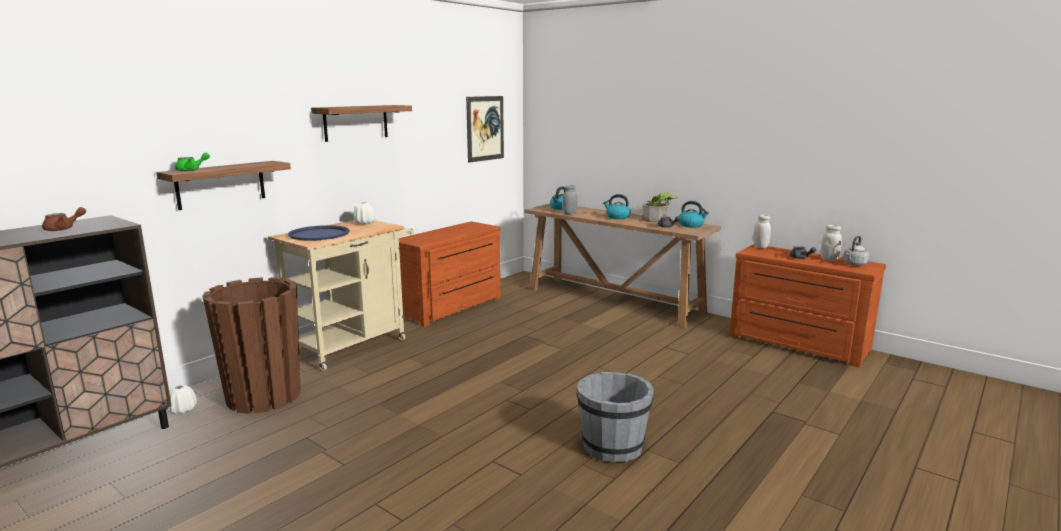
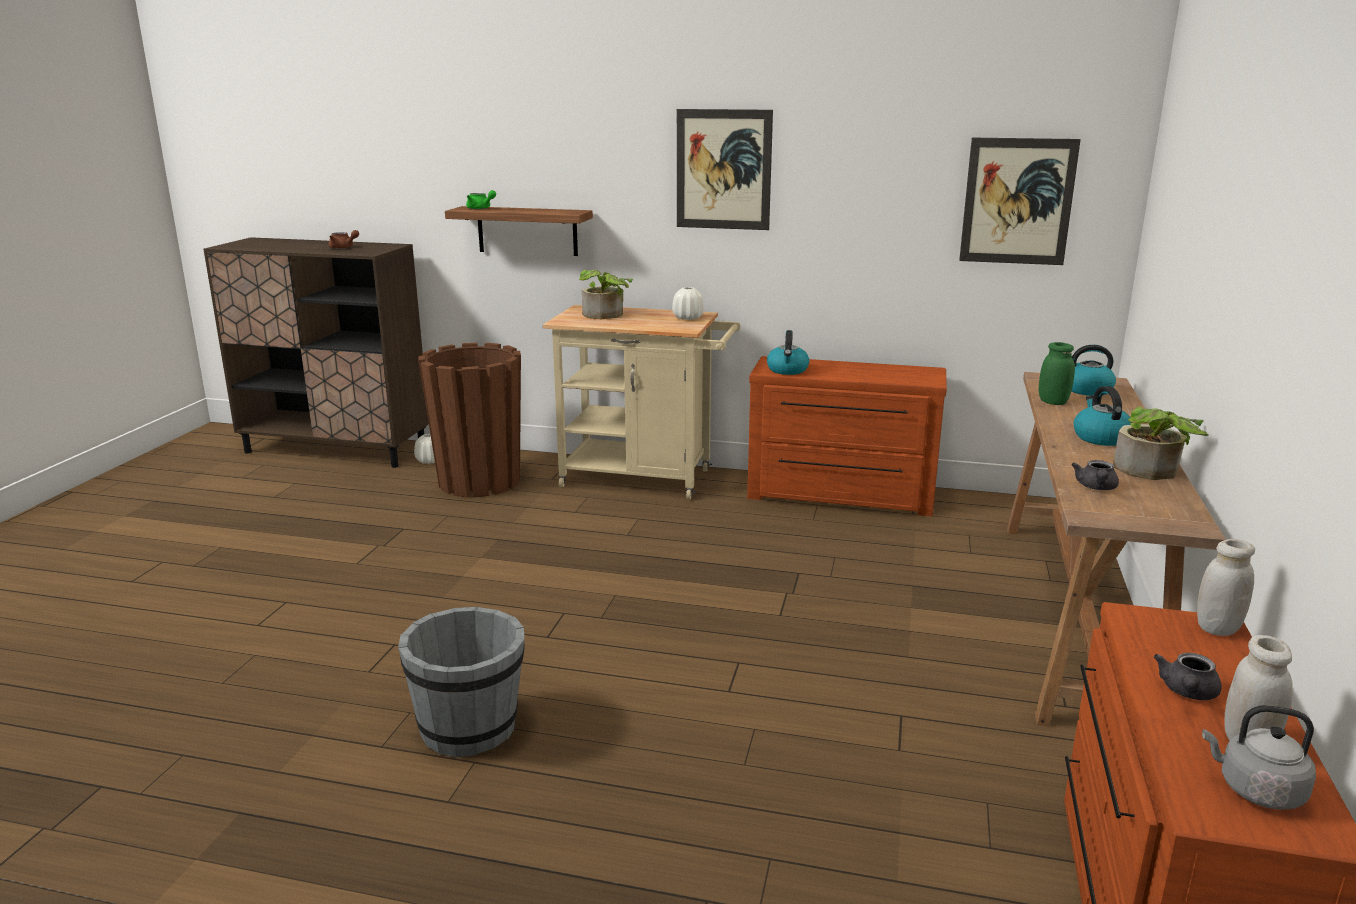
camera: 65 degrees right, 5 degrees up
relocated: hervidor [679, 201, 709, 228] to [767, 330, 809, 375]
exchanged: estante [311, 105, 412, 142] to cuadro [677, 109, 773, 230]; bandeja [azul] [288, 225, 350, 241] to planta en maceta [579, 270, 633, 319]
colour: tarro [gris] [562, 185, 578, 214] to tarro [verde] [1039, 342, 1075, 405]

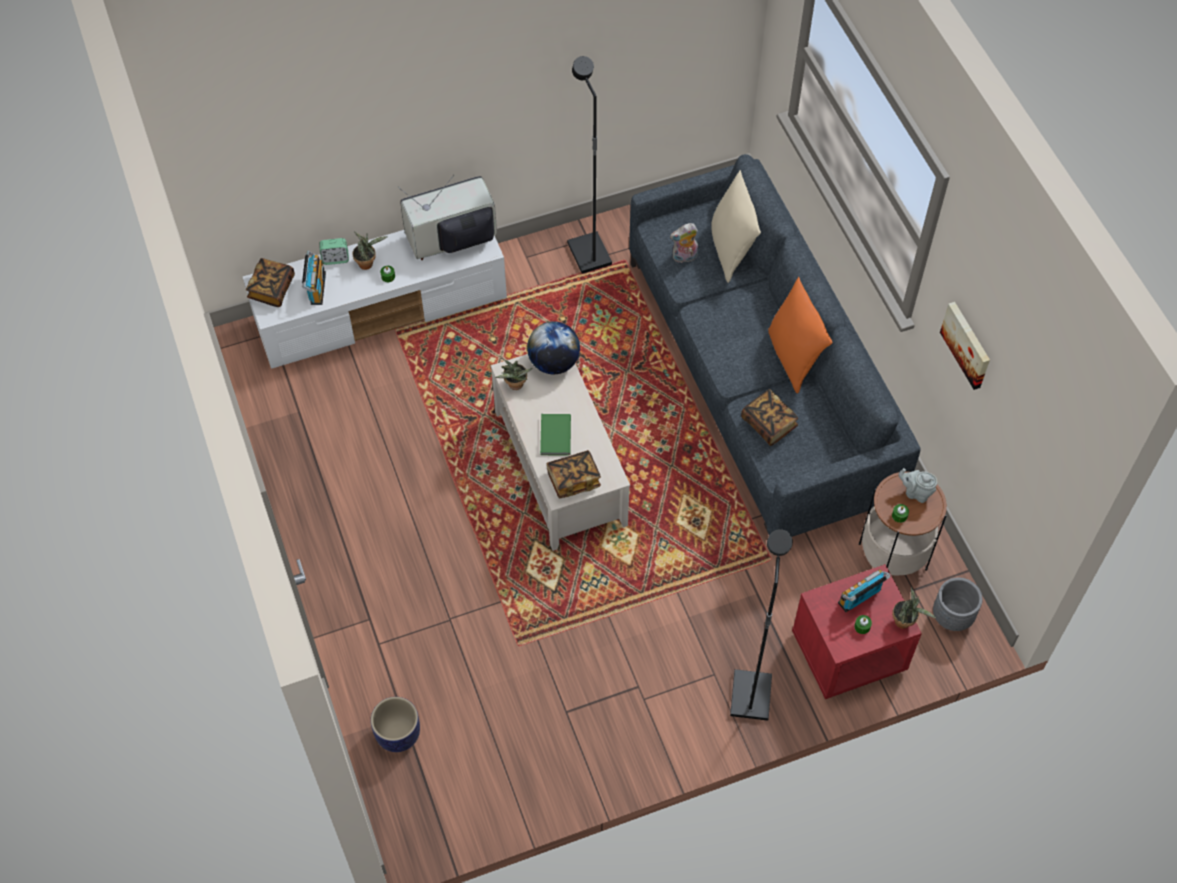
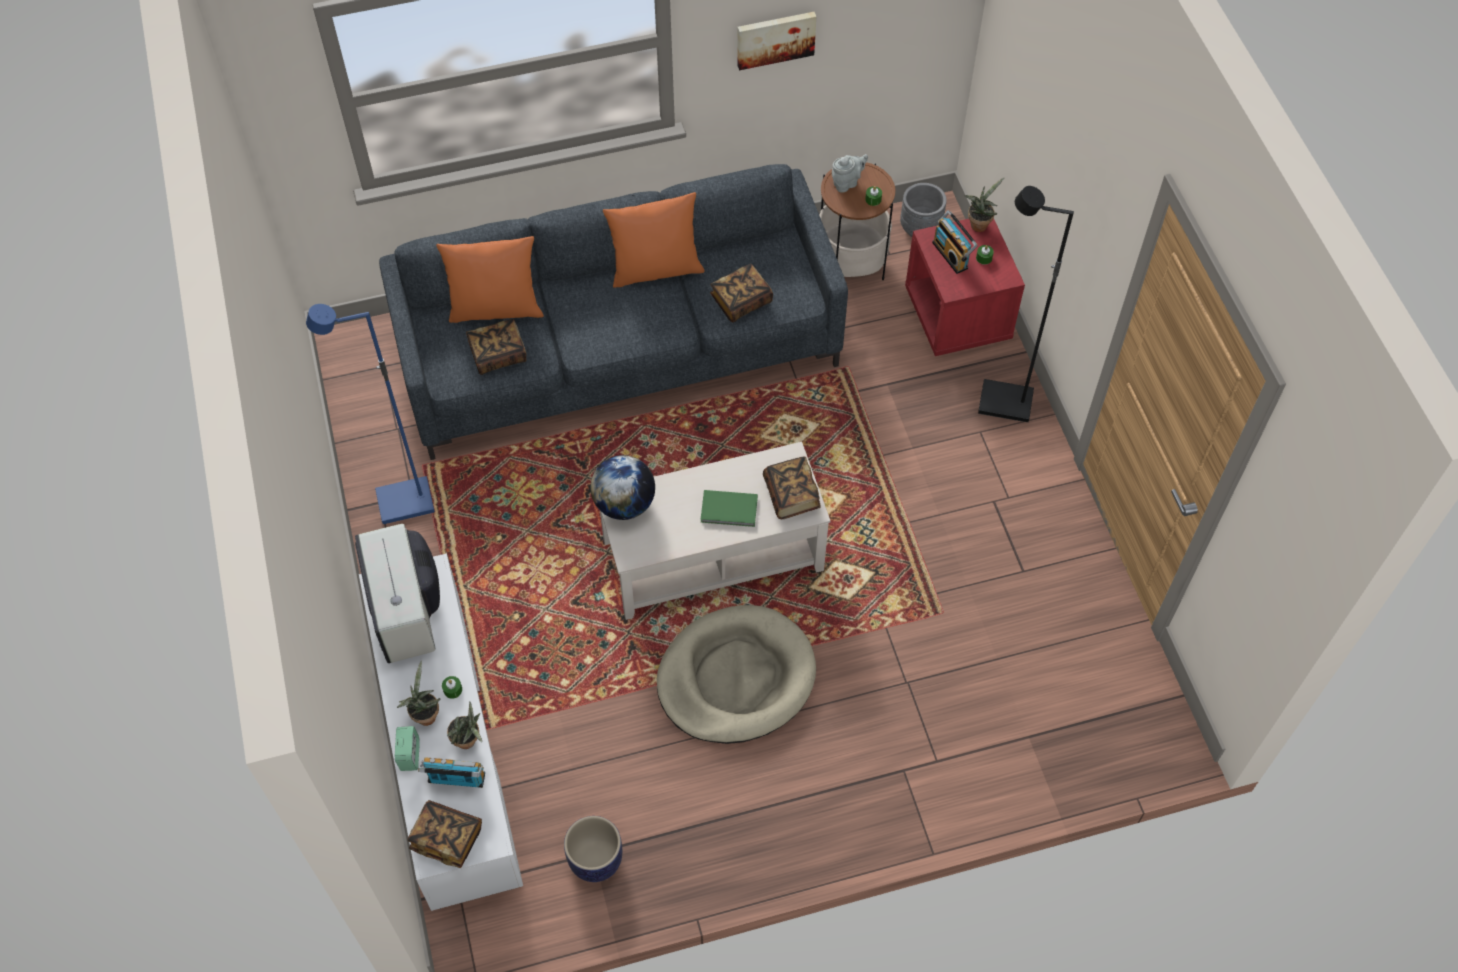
camera: 85 degrees left, 0 degrees up
appeared: cama para perro [beis] [657, 605, 816, 744]
relocated: planta en maceta [495, 360, 532, 390] to [447, 701, 482, 749]; maceta [371, 697, 420, 752] to [564, 816, 622, 882]
exchanged: peluche [670, 223, 698, 263] to libro [466, 319, 527, 375]
colour: lámpara de pie [negro] [567, 56, 612, 274] to lámpara de pie [azul] [306, 304, 435, 524]; cojín [beis] [711, 170, 761, 283] to cojín [naranja] [436, 236, 544, 323]
spun: tetera [gris] [898, 468, 937, 503] = [832, 154, 868, 193] 150 degrees counterclockwise

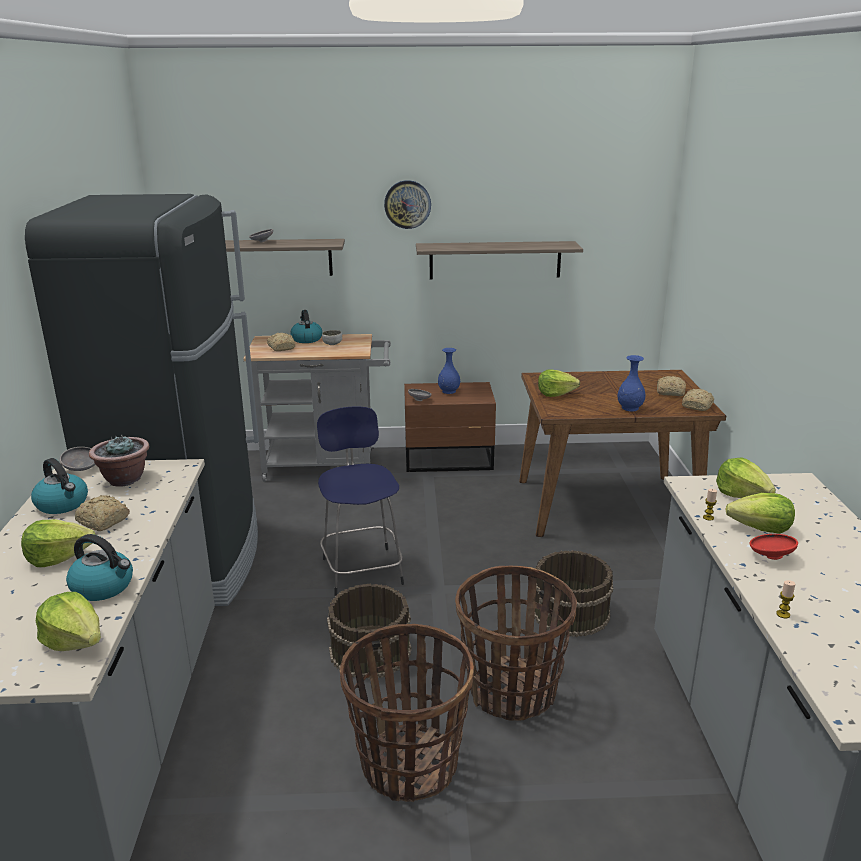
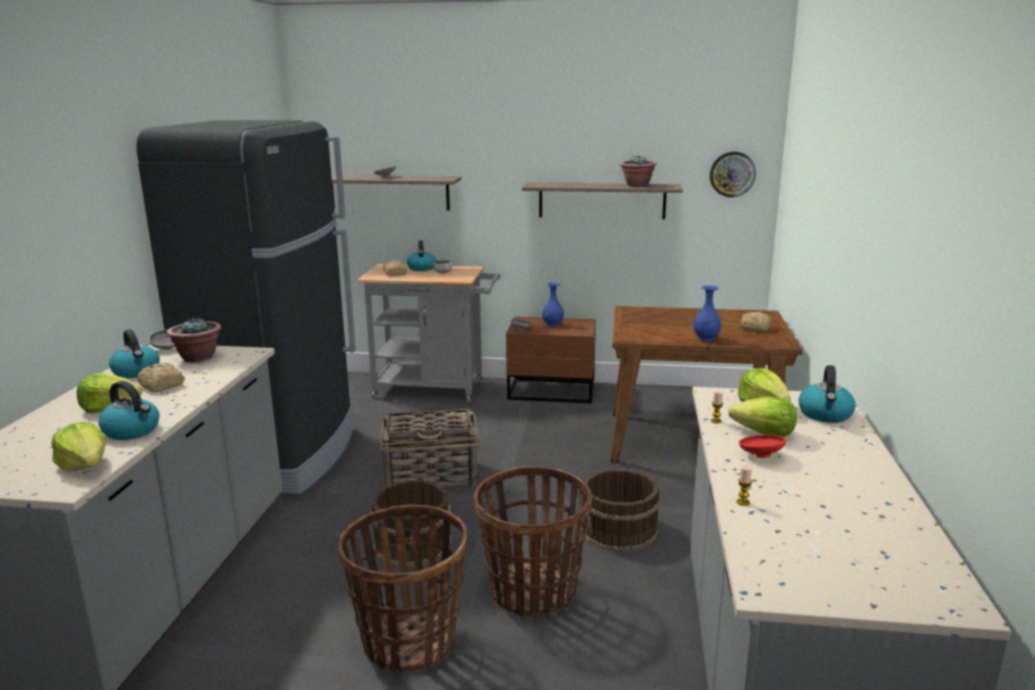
camera: 10 degrees right, 5 degrees down
missing: lechuga [538, 369, 580, 397]; pan [682, 389, 714, 411]
appeared: planta en maceta [620, 155, 657, 187]; hervidor [798, 365, 856, 423]
relocated: reloj de pared [384, 180, 431, 229] to [710, 152, 756, 197]
exchanged: taburete [azul] [317, 407, 404, 596] to cesta [380, 409, 480, 487]

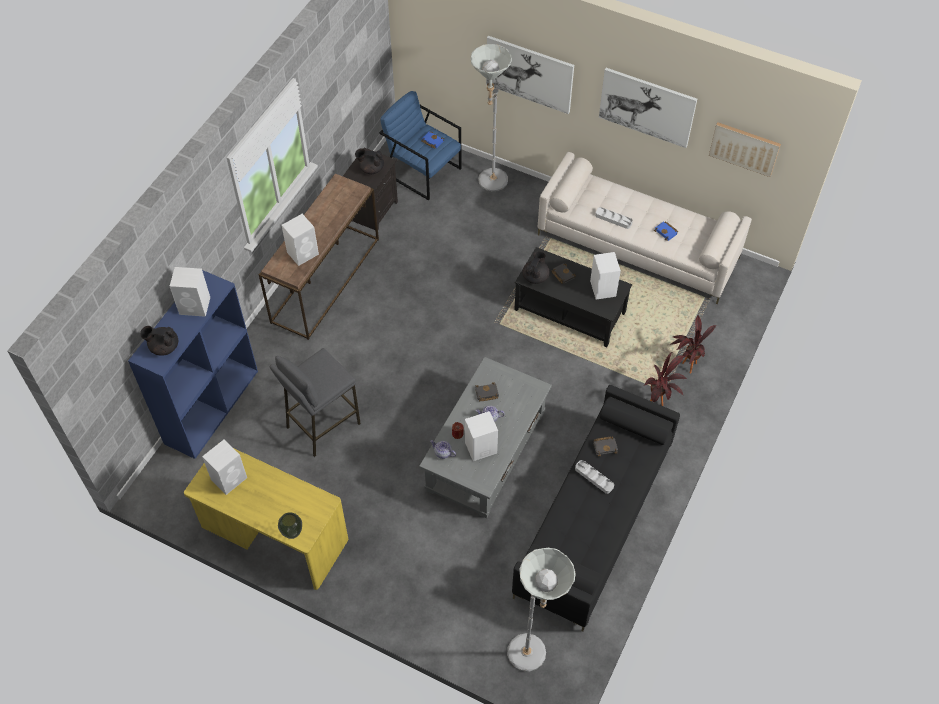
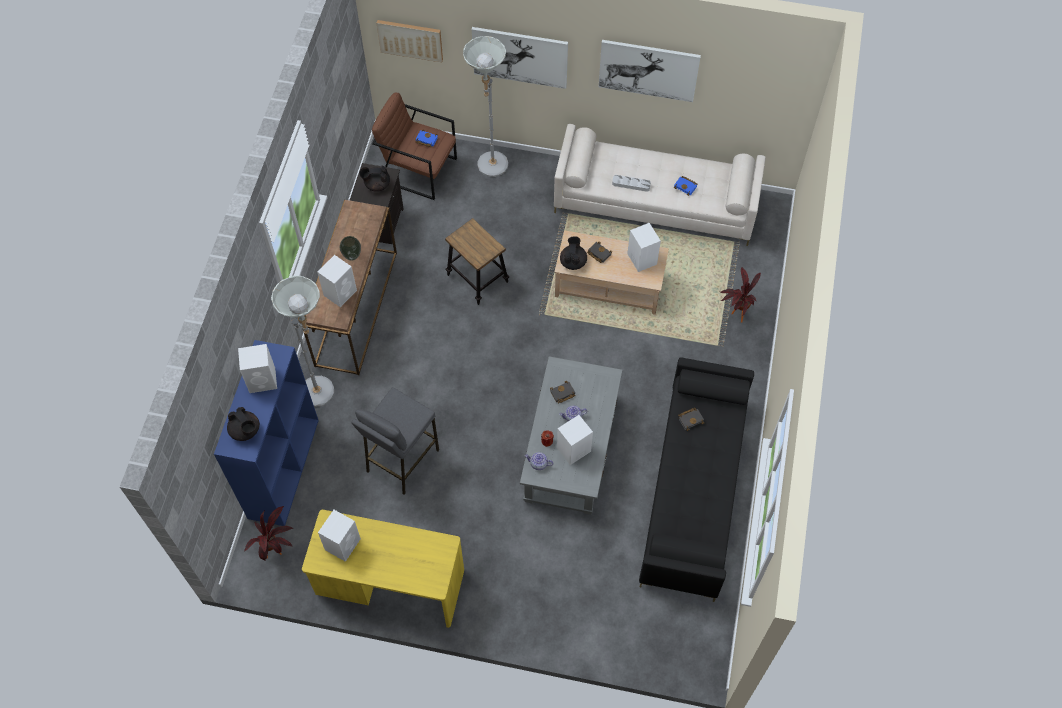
camera: 15 degrees left, 5 degrees up
missing: bandeja [gris] [575, 460, 614, 494]
appeared: taburete [445, 218, 509, 305]
relocated: cuadro [709, 122, 781, 177] to [376, 20, 443, 62]; planta en maceta [643, 352, 688, 406] to [244, 506, 294, 560]; florero [278, 512, 302, 539] to [340, 236, 361, 261]; lámpara de pie [gris] [507, 548, 576, 672] to [271, 276, 334, 407]
colour: sillón [azul] [379, 91, 462, 200] to sillón [marrón] [372, 93, 457, 200]; mesa de centro [negro] [514, 247, 632, 347] to mesa de centro [beis] [554, 230, 669, 315]
spun: tetera [negro] [140, 326, 178, 356] = [227, 407, 260, 441] 120 degrees counterclockwise

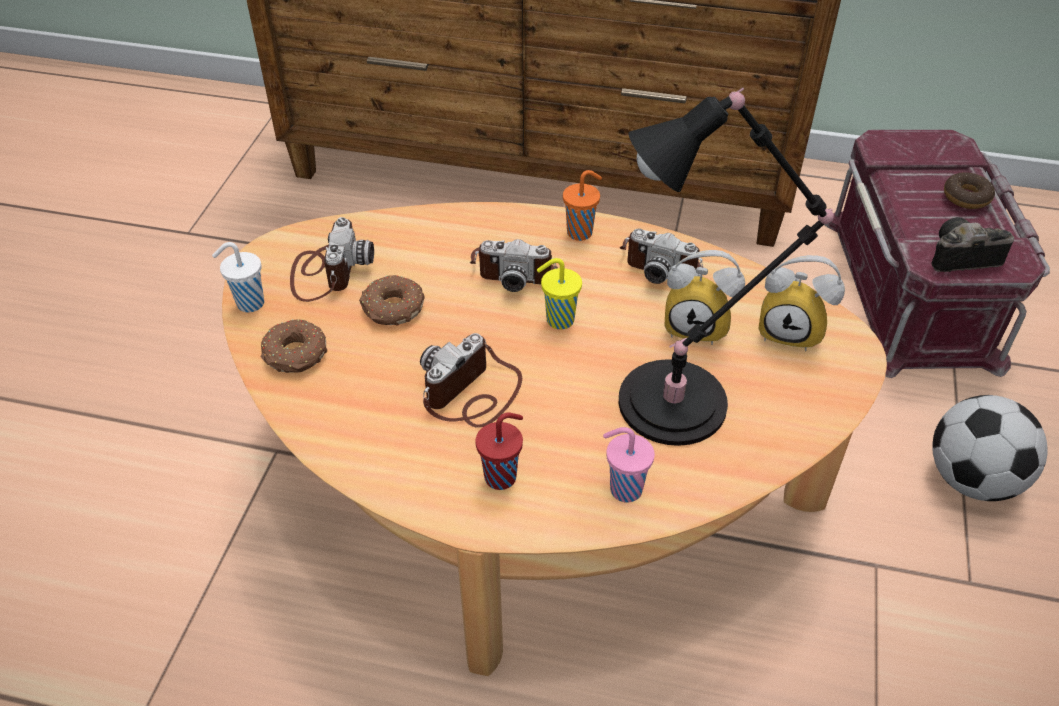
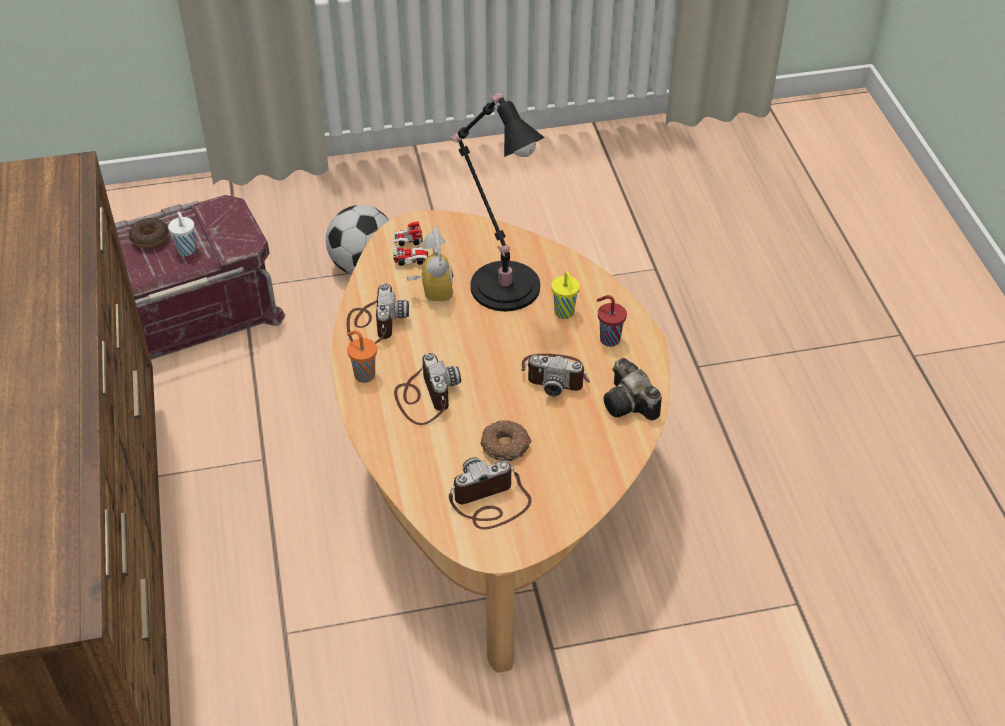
camera: 115 degrees left, 0 degrees up
missing: rosquilla [260, 319, 327, 373]; taza [rosa] [603, 427, 655, 502]
relocated: cámara [931, 217, 1014, 272] to [604, 358, 662, 421]; taza [blanco] [212, 242, 264, 312] to [168, 212, 196, 256]; taza [amarillo] [537, 258, 582, 329] to [551, 271, 580, 319]
exchanged: despertador [758, 255, 845, 351] to coche de juguete [393, 221, 428, 266]

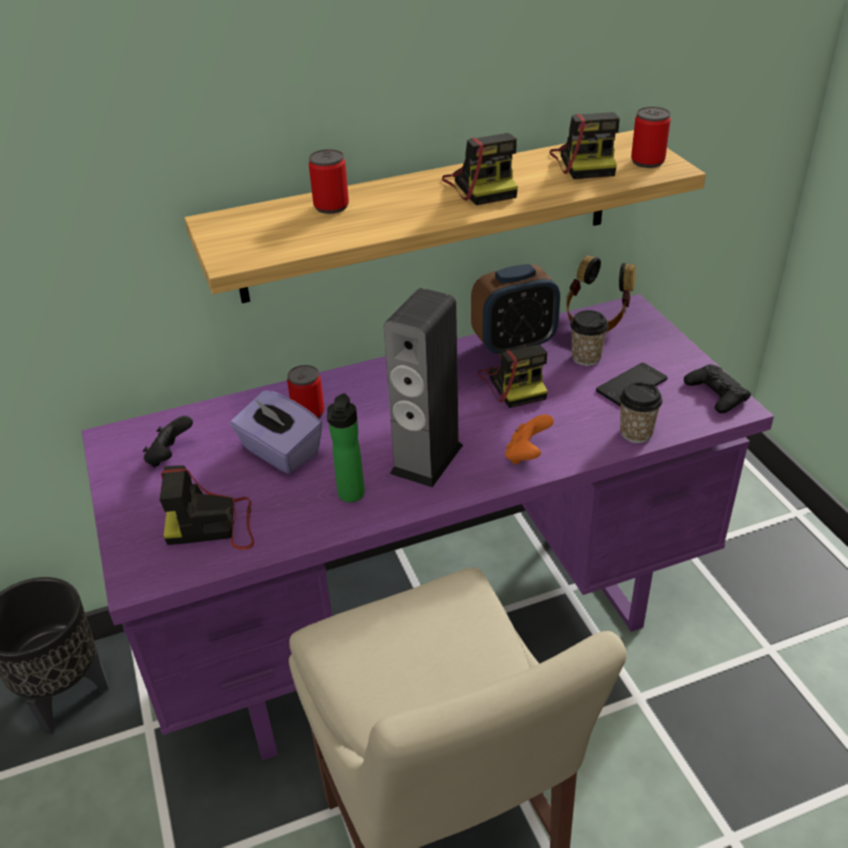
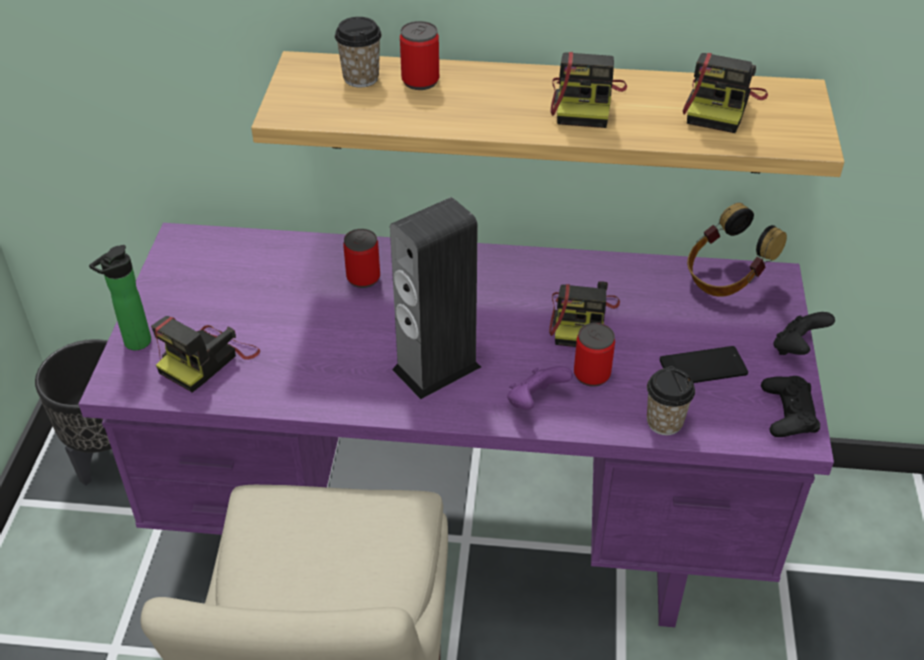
camera: 25 degrees right, 5 degrees up
missing: despertador [471, 264, 560, 357]; caja de pañuelos [morado] [230, 390, 323, 474]
relocated: lata [631, 107, 671, 168] to [574, 323, 615, 387]; taza [570, 310, 608, 366] to [335, 17, 382, 87]; botella [327, 393, 365, 502] to [89, 245, 151, 350]; mando de consola [negro] [143, 416, 193, 467] to [773, 312, 835, 355]
colour: mando de consola [naranja] [505, 414, 554, 465] to mando de consola [morado] [507, 366, 573, 410]
spun: cámara [160, 466, 254, 550] = [151, 316, 260, 392] 75 degrees counterclockwise

